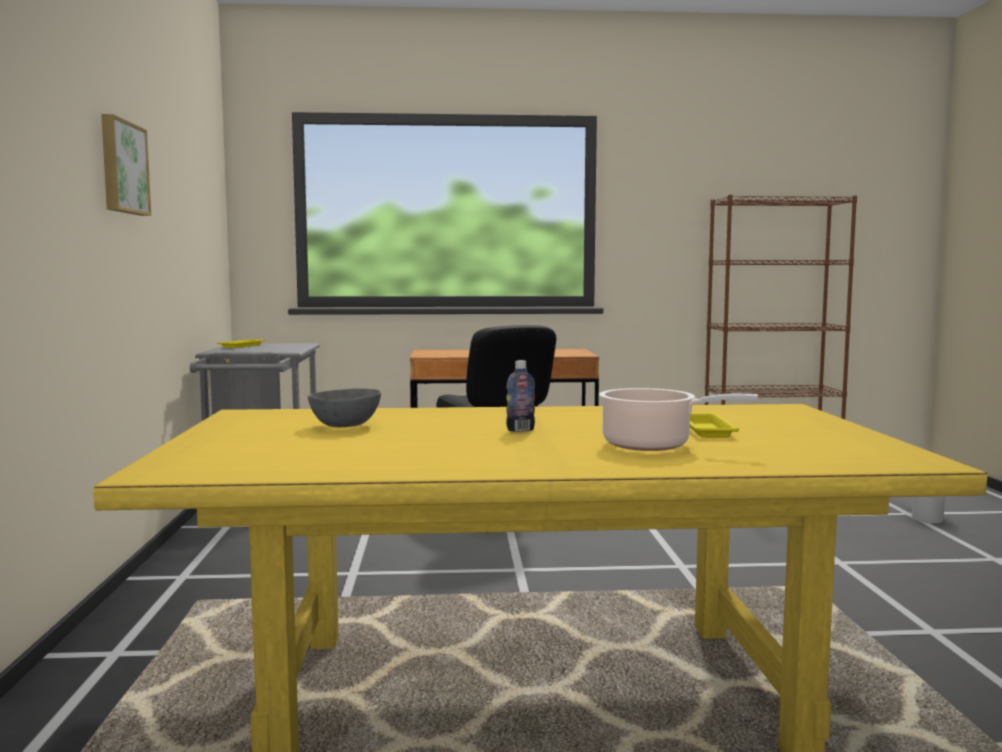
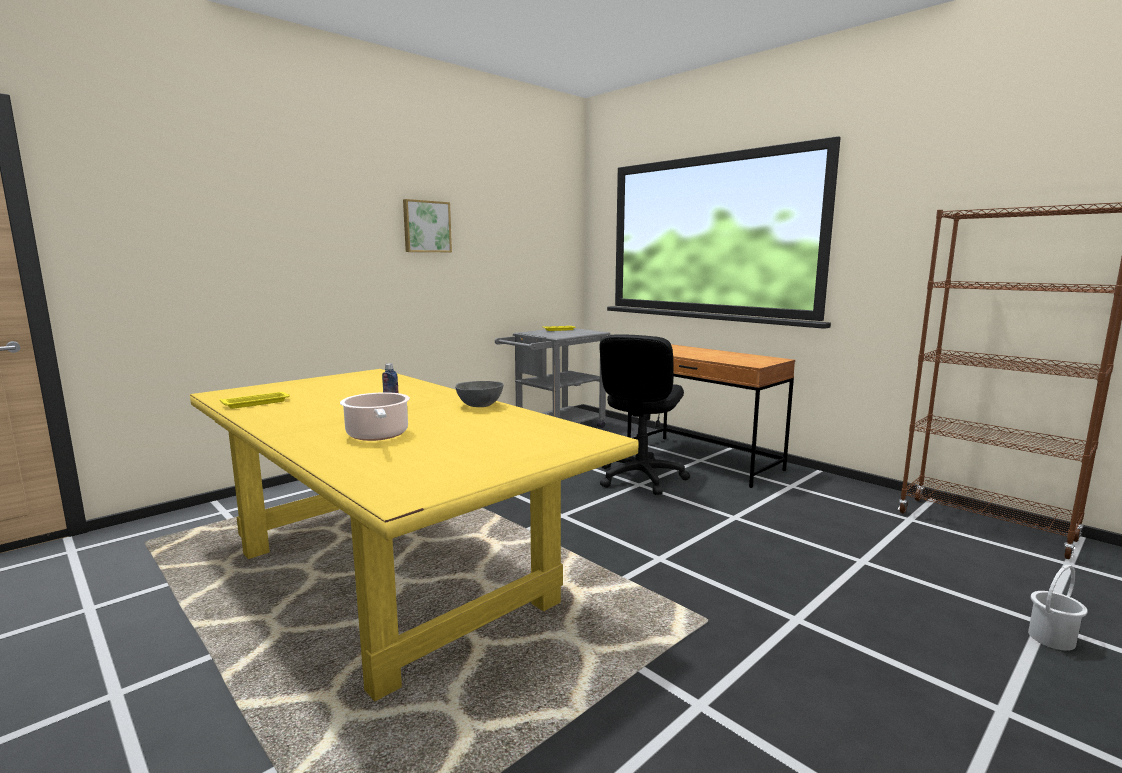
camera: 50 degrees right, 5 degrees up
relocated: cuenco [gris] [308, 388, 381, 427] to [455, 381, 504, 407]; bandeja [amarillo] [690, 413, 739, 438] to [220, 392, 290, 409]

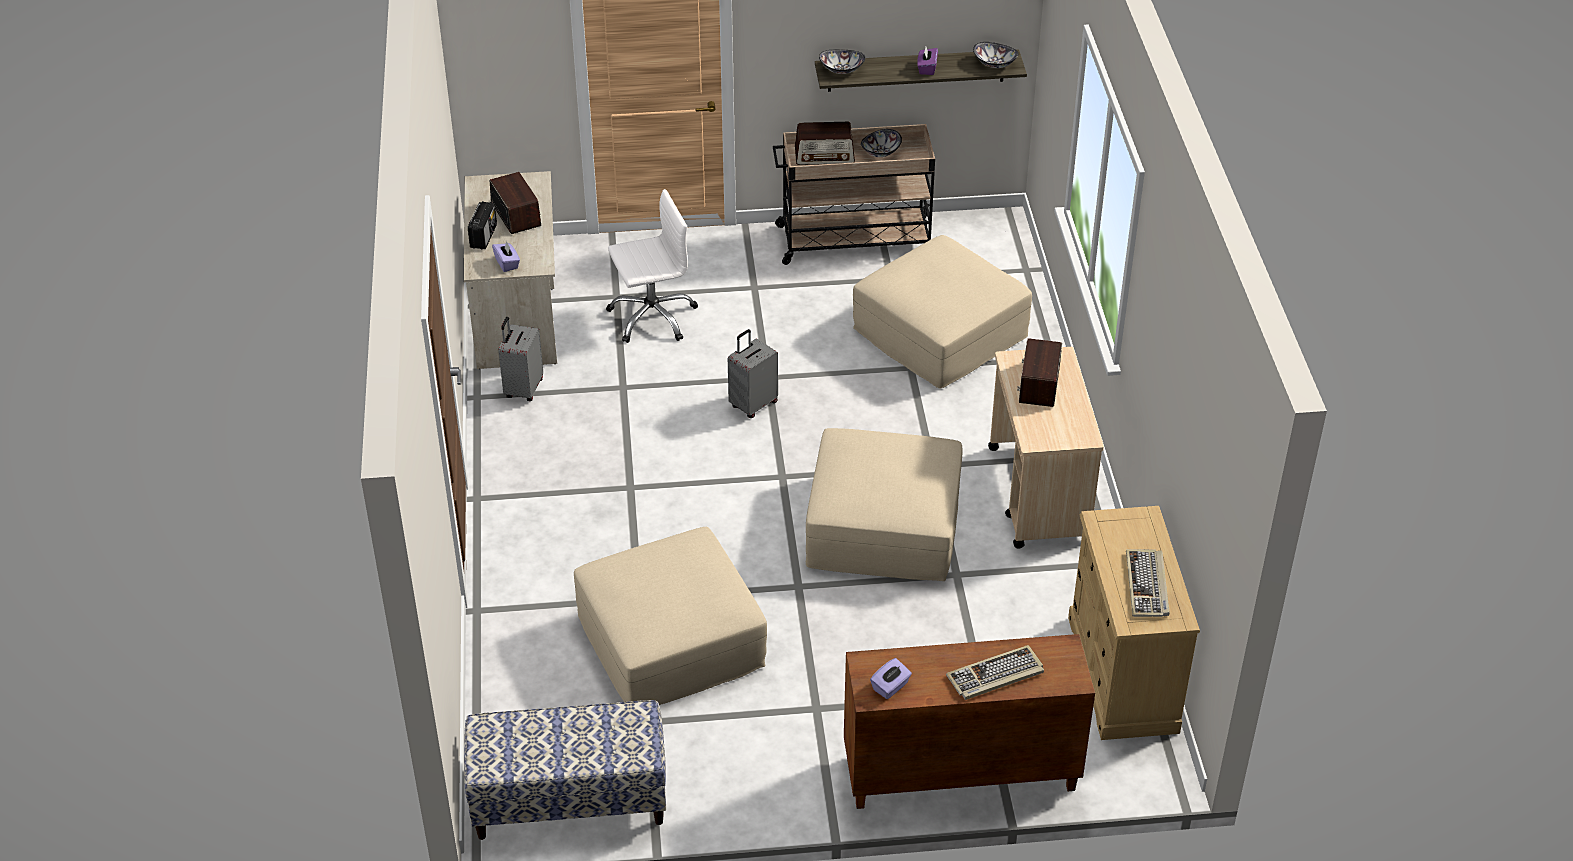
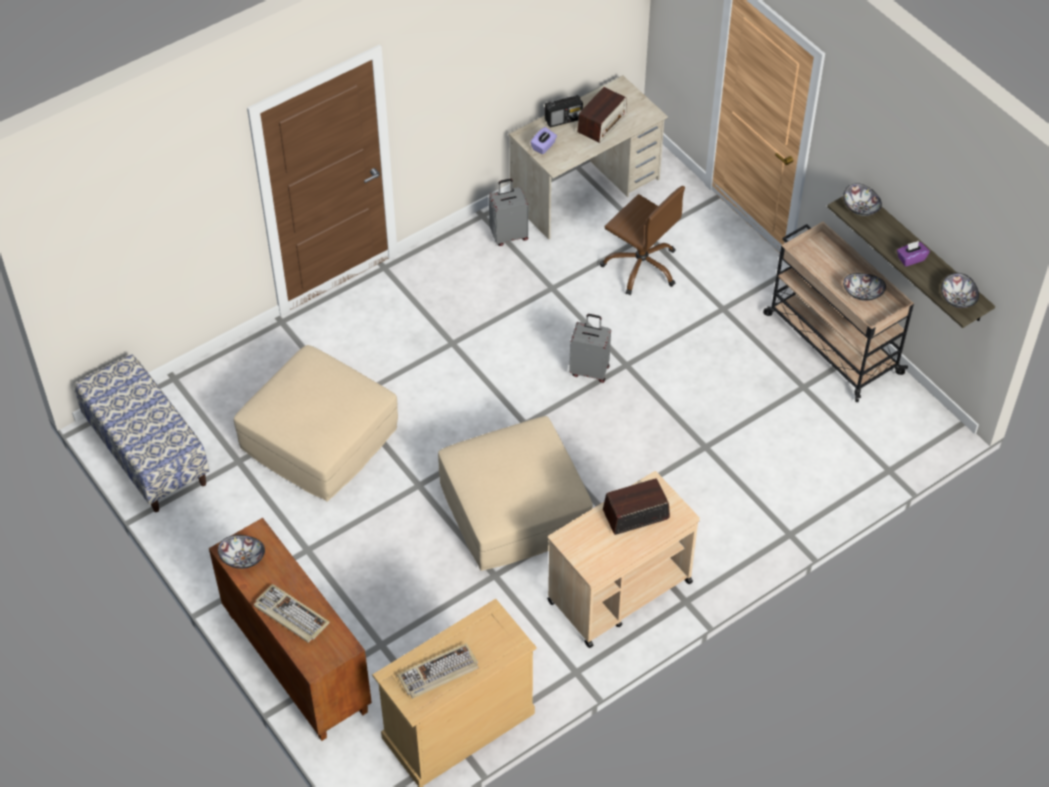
camera: 60 degrees right, 10 degrees up
missing: radio [795, 122, 855, 165]; puf [beis] [853, 235, 1032, 389]
exchanged: caja de pañuelos [morado] [870, 658, 912, 699] to cuenco [218, 535, 265, 569]
colour: silla de oficina [blanco] [606, 189, 698, 343] to silla de oficina [marrón] [600, 186, 685, 295]

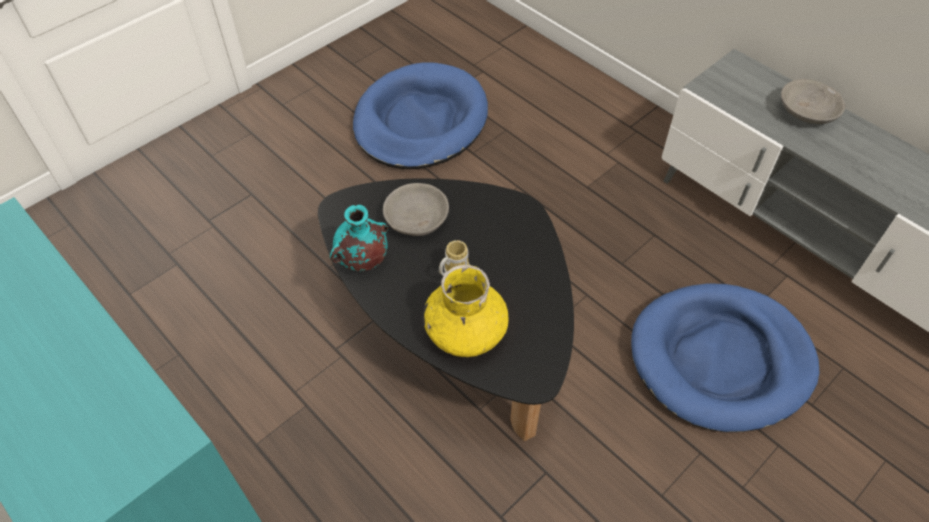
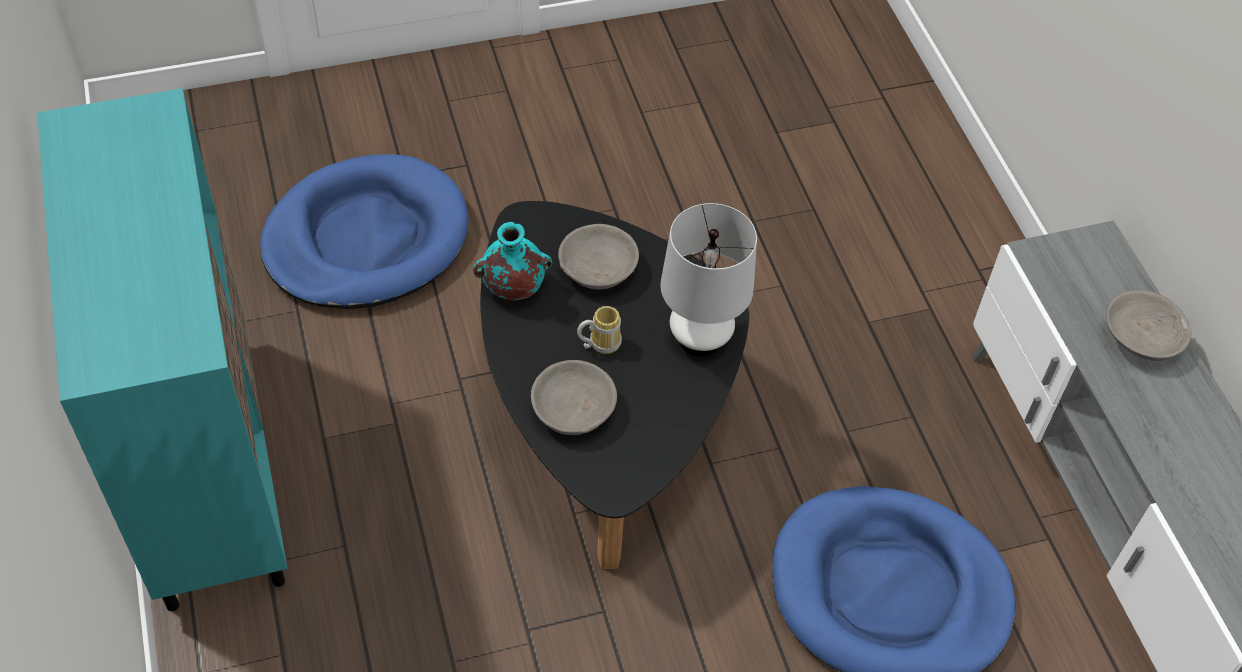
camera: 25 degrees right, 0 degrees up
appeared: lámpara de mesa [blanco] [660, 203, 757, 356]
relocated: cama para perro [azul] [353, 63, 488, 169] to [260, 154, 469, 309]
exchanged: florero [amarillo] [423, 265, 509, 357] to cuenco [gris] [531, 360, 617, 435]

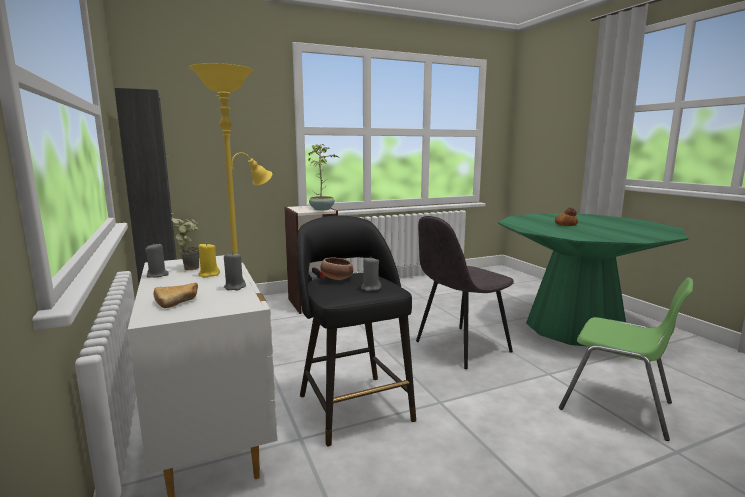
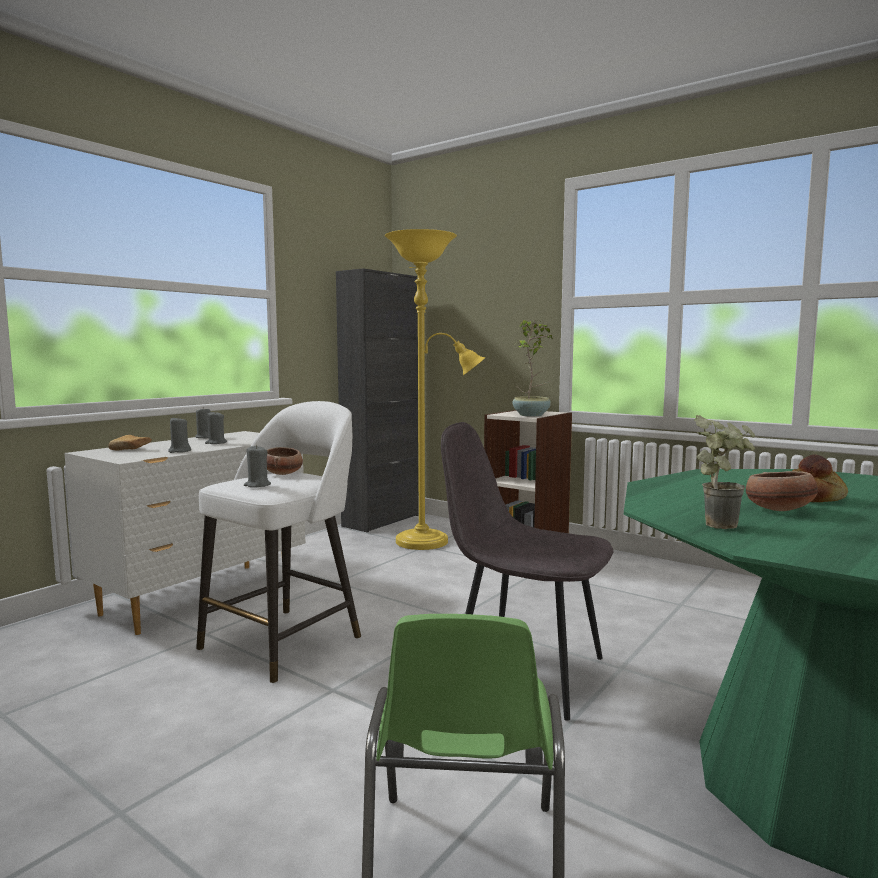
camera: 60 degrees right, 5 degrees down
appeared: cuenco [746, 471, 818, 511]
relocated: planta en maceta [171, 217, 199, 270] to [694, 415, 755, 529]
colour: taburete [negro] [297, 216, 416, 447] to taburete [blanco] [196, 401, 361, 683]; vela [amarillo] [198, 242, 220, 278] to vela [gris] [205, 412, 227, 444]

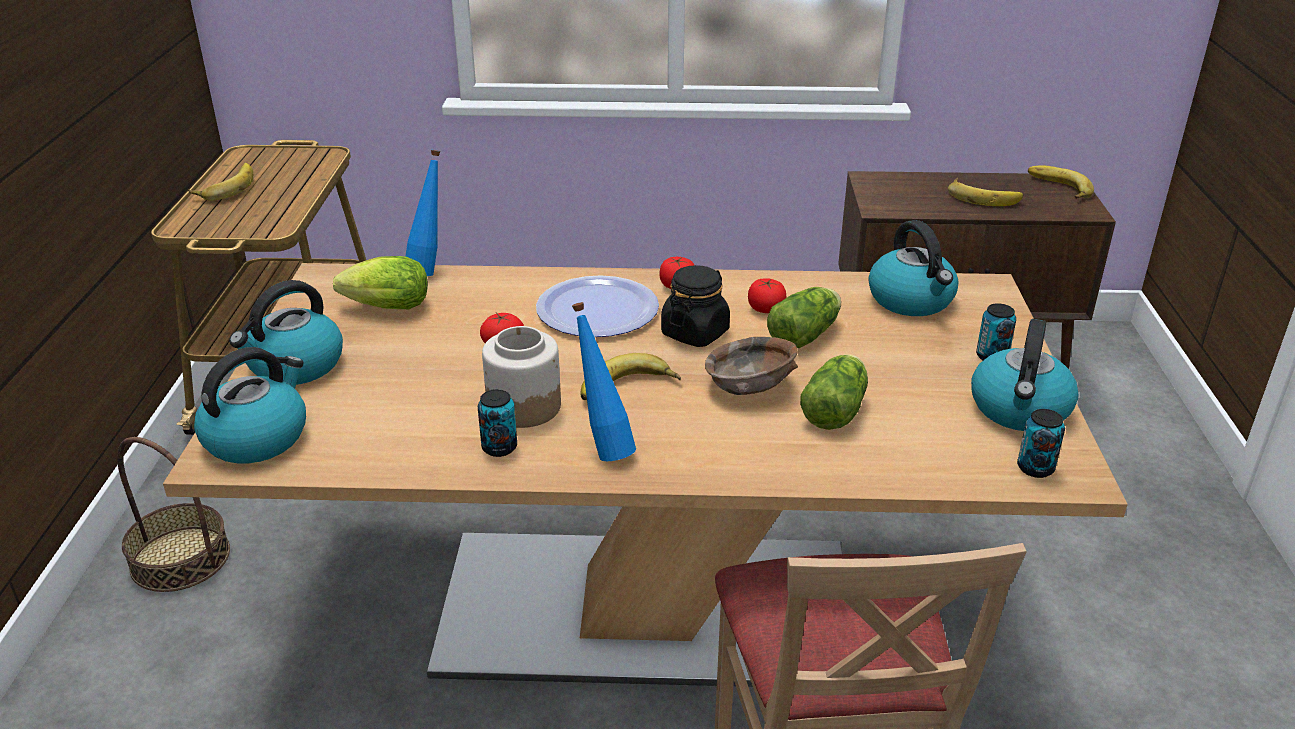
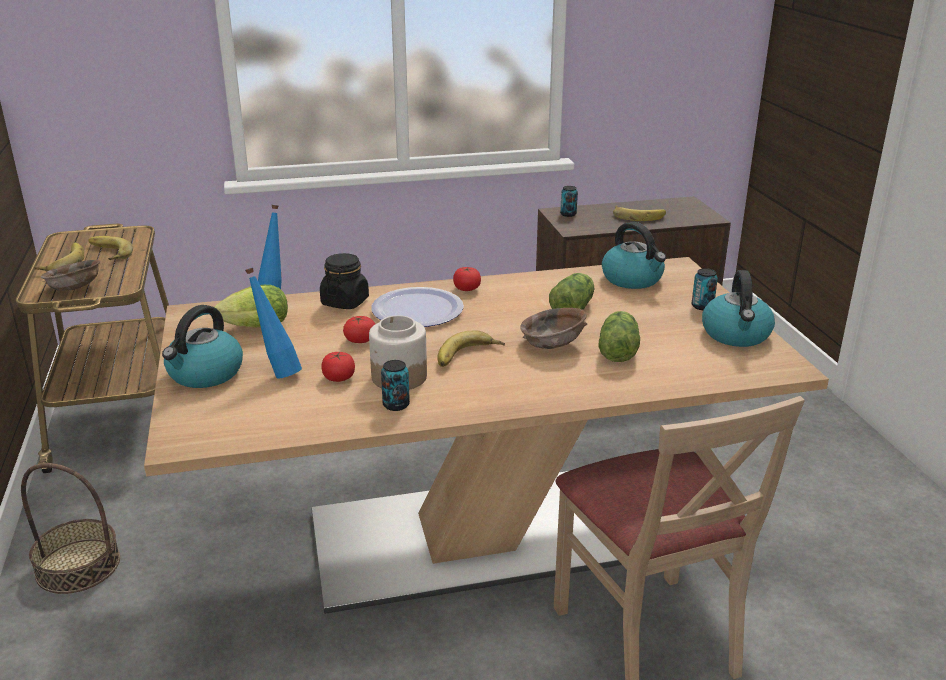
camera: 15 degrees left, 5 degrees down
missing: hervidor [194, 347, 306, 463]
appeared: cuenco [marrón] [41, 260, 100, 291]
relocated: plátano [1028, 166, 1094, 199] to [88, 236, 133, 260]; tarro [negro] [661, 265, 730, 347] to [320, 253, 369, 309]; tomate [748, 278, 786, 313] to [321, 352, 355, 382]; botella [azul] [572, 302, 636, 461] to [245, 267, 302, 378]; lata [1017, 409, 1065, 478] to [560, 186, 578, 217]

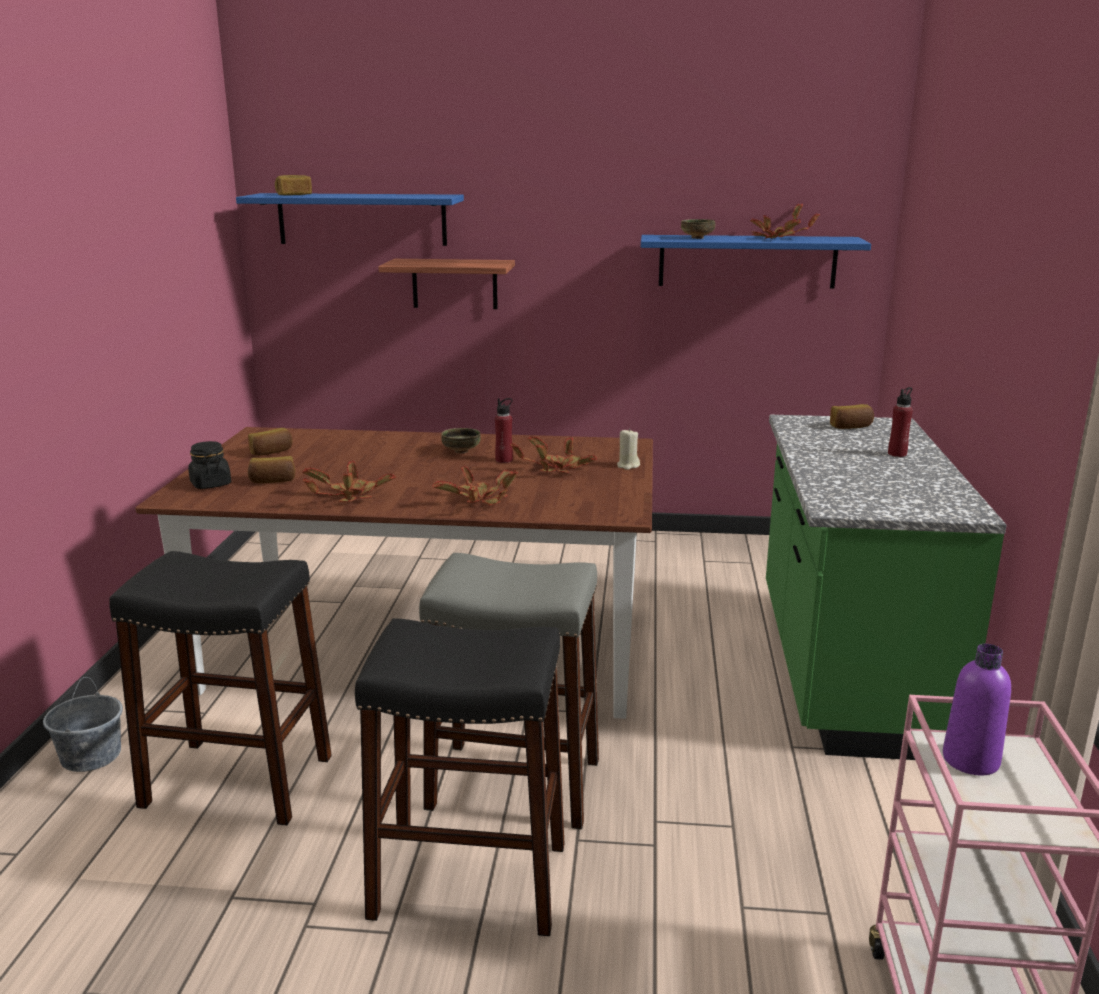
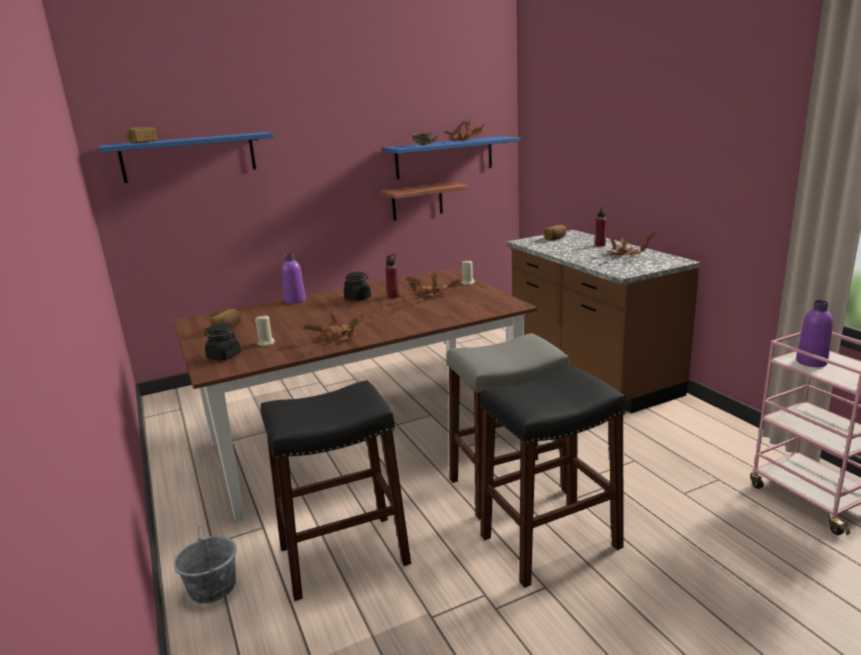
camera: 30 degrees left, 0 degrees up
appeared: botella [morado] [282, 253, 306, 304]
relocated: estante [378, 259, 515, 309] to [380, 182, 469, 221]; planta en maceta [432, 466, 518, 505] to [606, 232, 656, 255]
exchanged: cuenco [441, 428, 481, 454] to tarro [negro] [344, 272, 371, 301]; pan [248, 456, 295, 483] to vela [beis] [255, 314, 275, 346]
colour: mueble bajo de cocina [verde] [766, 415, 1007, 760] to mueble bajo de cocina [marrón] [506, 230, 701, 413]

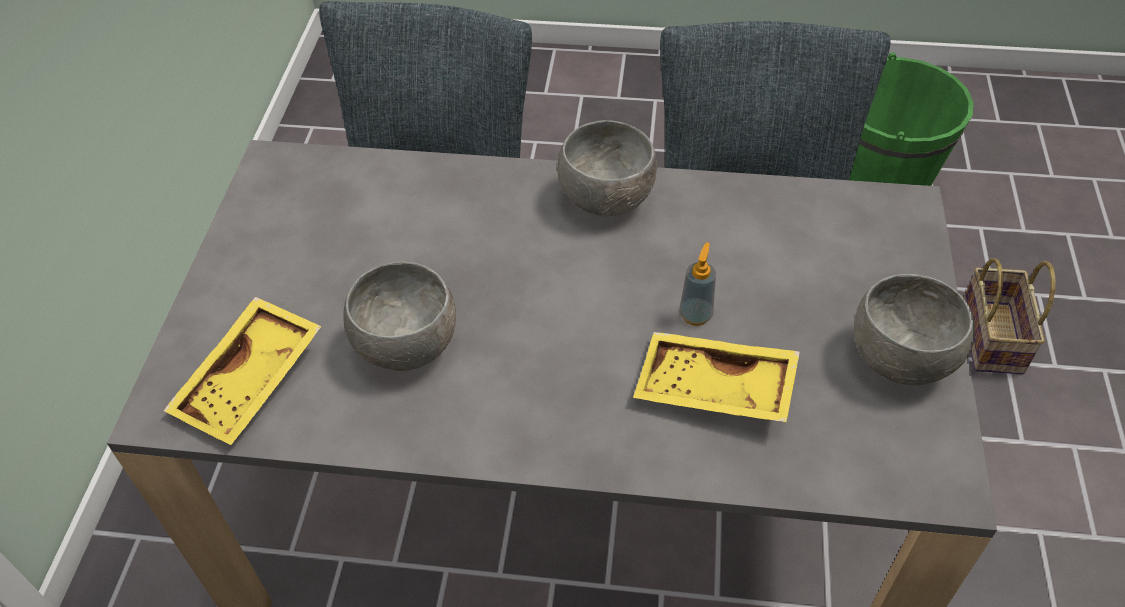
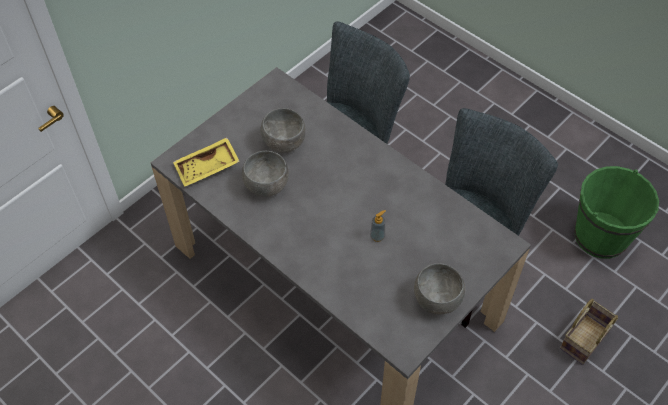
camera: 35 degrees right, 5 degrees up
missing: bandeja [amarillo] [633, 332, 800, 422]
relocated: cuenco [gris] [557, 120, 657, 216] to [260, 108, 306, 153]

